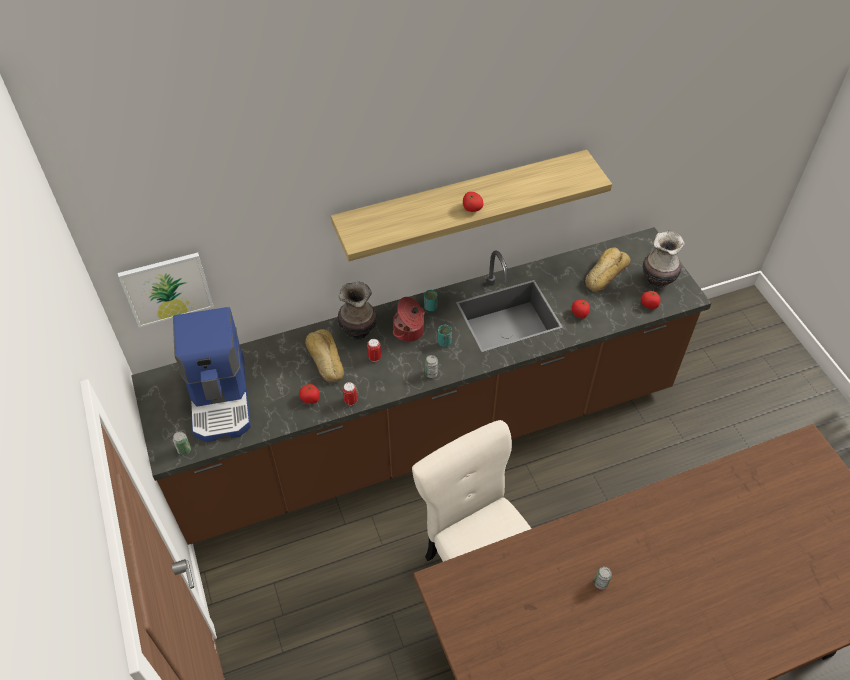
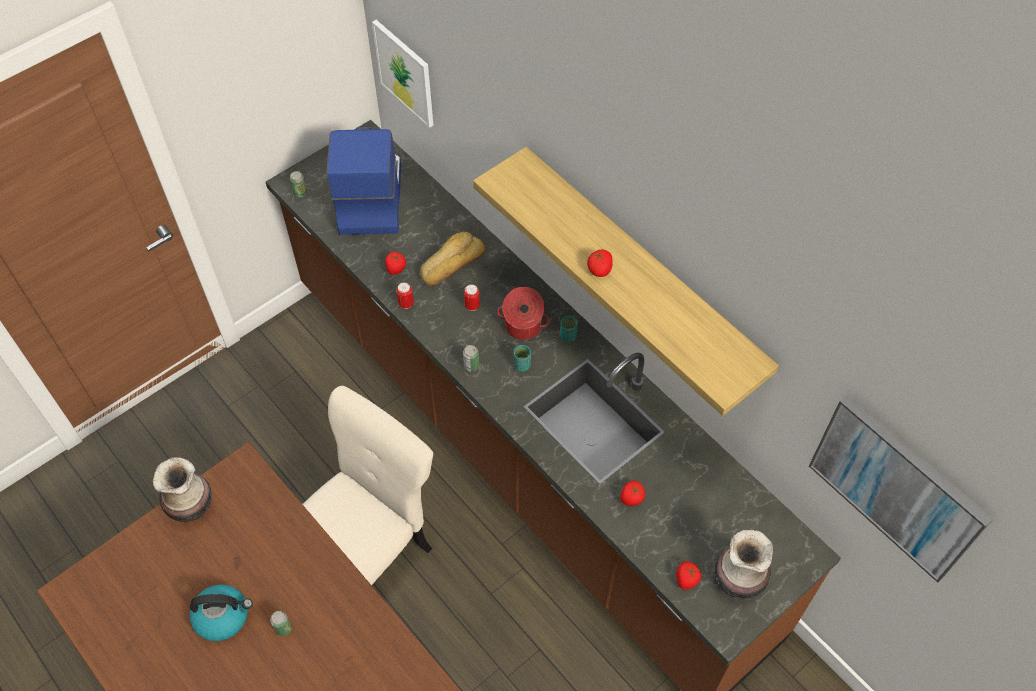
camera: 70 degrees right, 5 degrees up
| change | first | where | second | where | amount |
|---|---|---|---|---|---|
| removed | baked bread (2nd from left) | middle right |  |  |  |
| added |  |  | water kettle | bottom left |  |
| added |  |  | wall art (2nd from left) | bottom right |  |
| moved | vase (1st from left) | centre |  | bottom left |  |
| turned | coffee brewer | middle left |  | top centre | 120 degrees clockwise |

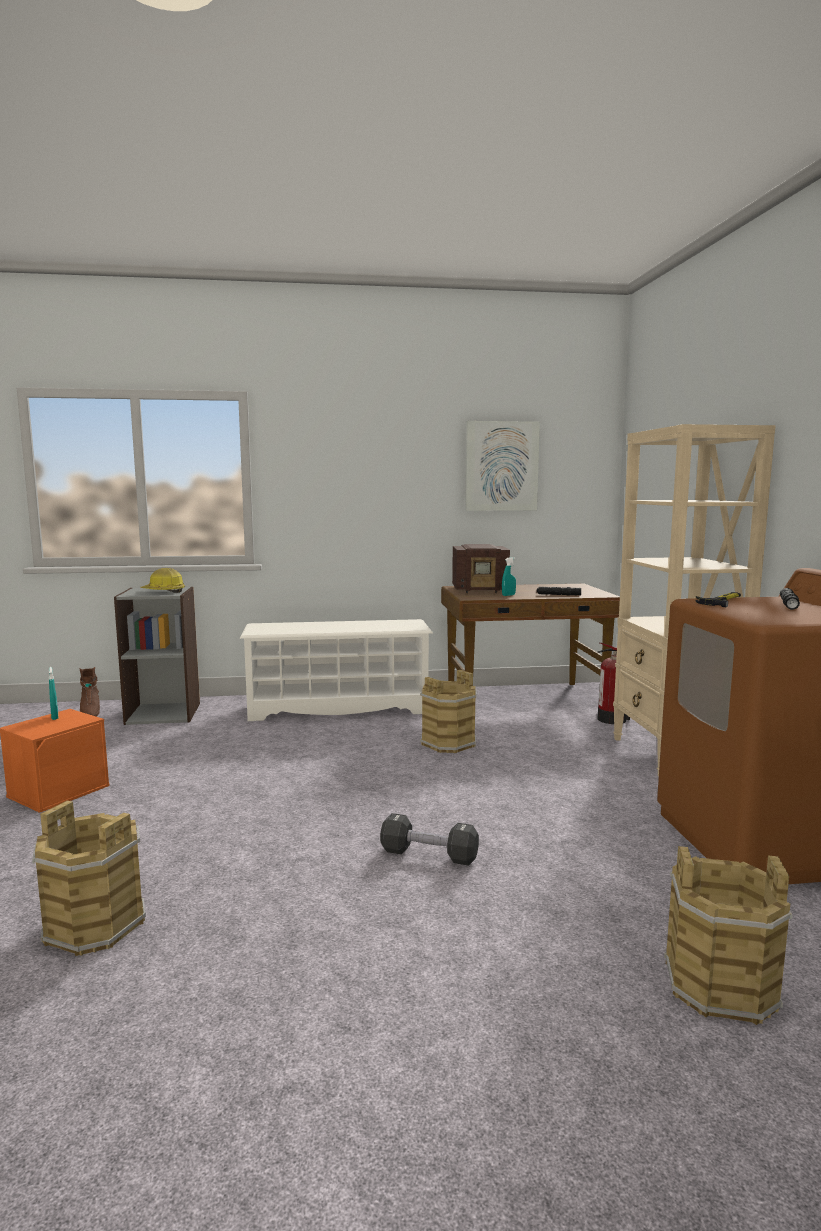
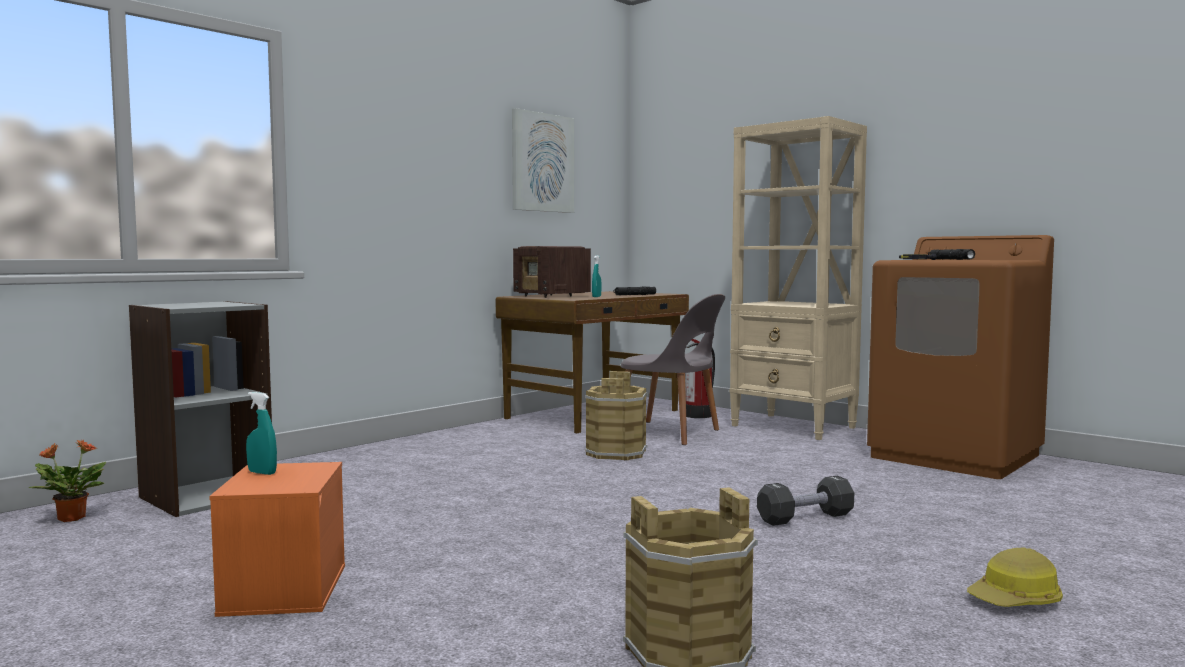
camera: 40 degrees left, 5 degrees down
| change | first | where | second | where | amount |
|---|---|---|---|---|---|
| removed | white shoe rack | centre |  |  |  |
| removed | brown pail (3rd from left) | bottom right |  |  |  |
| added |  |  | gray chair | centre |  |
| moved | safety helmet | middle left |  | bottom right |  |
| replaced | brown high-top boot | middle left | houseplant | bottom left |  |
| turned | radio set | centre |  | centre | 90 degrees clockwise |

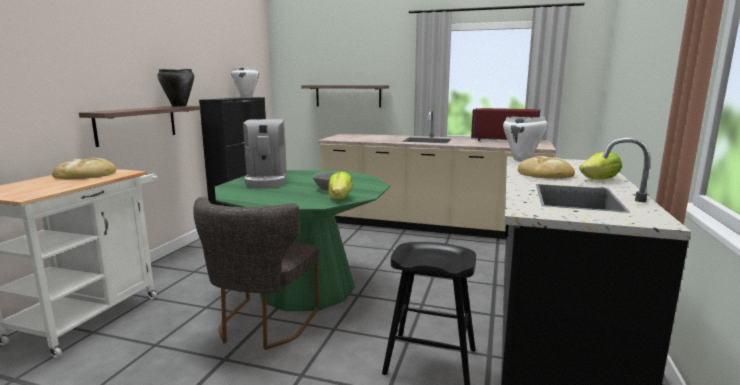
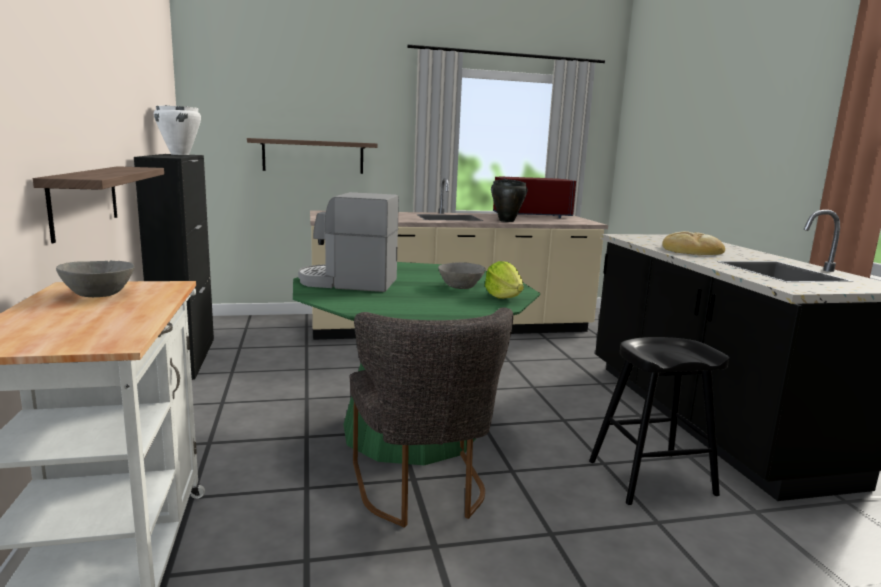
camera: 30 degrees left, 0 degrees up
| change | first | where | second | where | amount |
|---|---|---|---|---|---|
| removed | white saucepot (2nd from left) | middle right |  |  |  |
| removed | head of lettuce (2nd from left) | middle right |  |  |  |
| moved | black-coloured saucepot | top left |  | centre |  |
| replaced | baked bread (1st from left) | middle left | gray deep dish (1st from left) | middle left |  |
| turned | coffee brewer | centre |  | centre | 135 degrees clockwise |

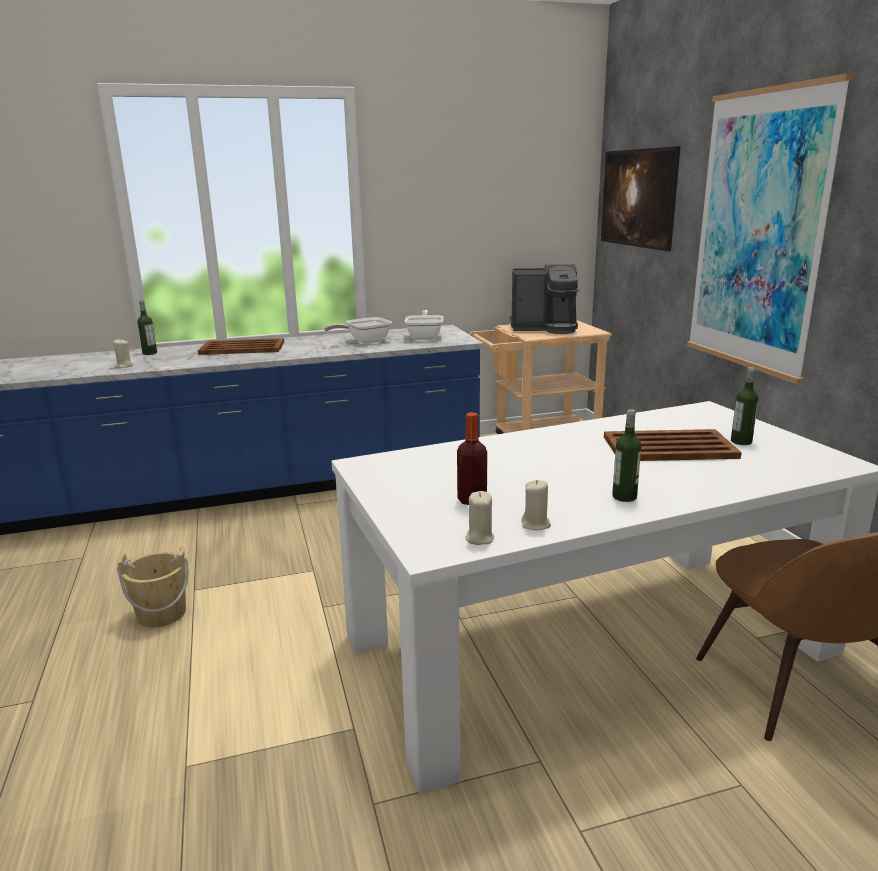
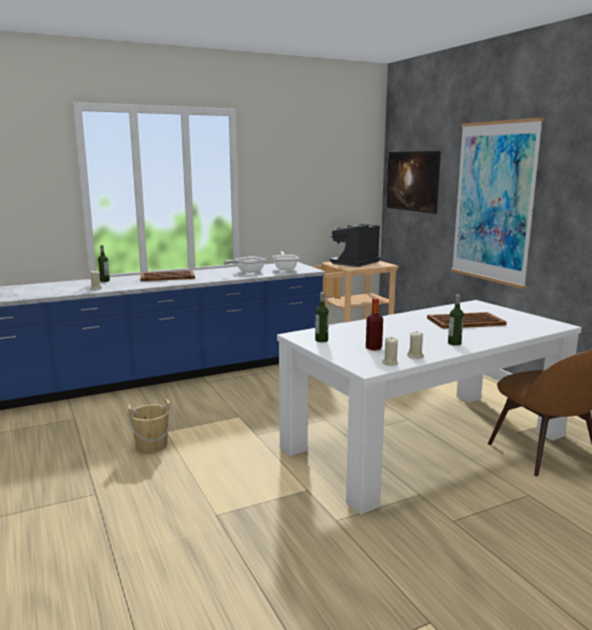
camera: 10 degrees left, 5 degrees down
| change | first | where | second | where | amount |
|---|---|---|---|---|---|
| moved | drink bottle (4th from left in the first image) | middle right | drink bottle (2nd from left) | centre |  |
| turned | coffee brewer | centre |  | centre | 135 degrees clockwise |

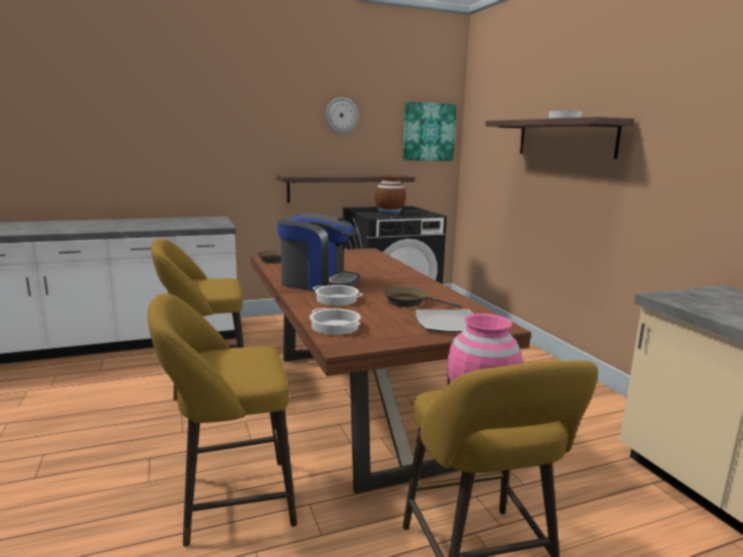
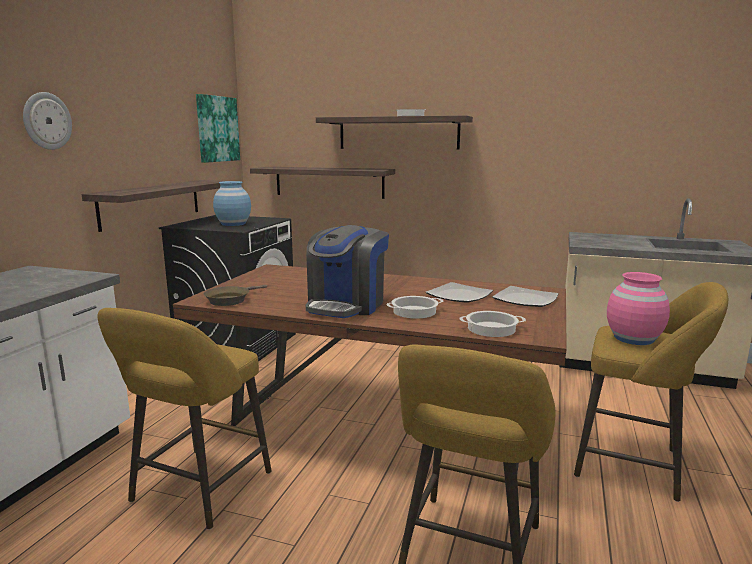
camera: 50 degrees left, 0 degrees up
| change | first | where | second | where | amount |
|---|---|---|---|---|---|
| added |  |  | bracket shelf (2nd from left) | top centre |  |
| moved | wall clock | top centre |  | top left |  |
| replaced | brown pan (2nd from left) | centre | flat dish (1st from left) | centre |  |
| recoloured | brown vase | centre | blue-coloured vase | middle left |  |
| turned | coffee brewer | centre |  | centre | 150 degrees clockwise |

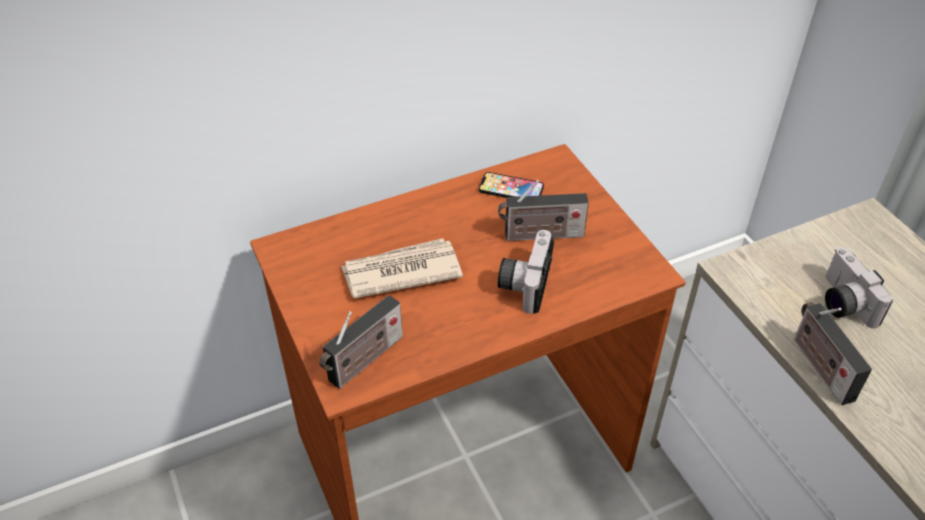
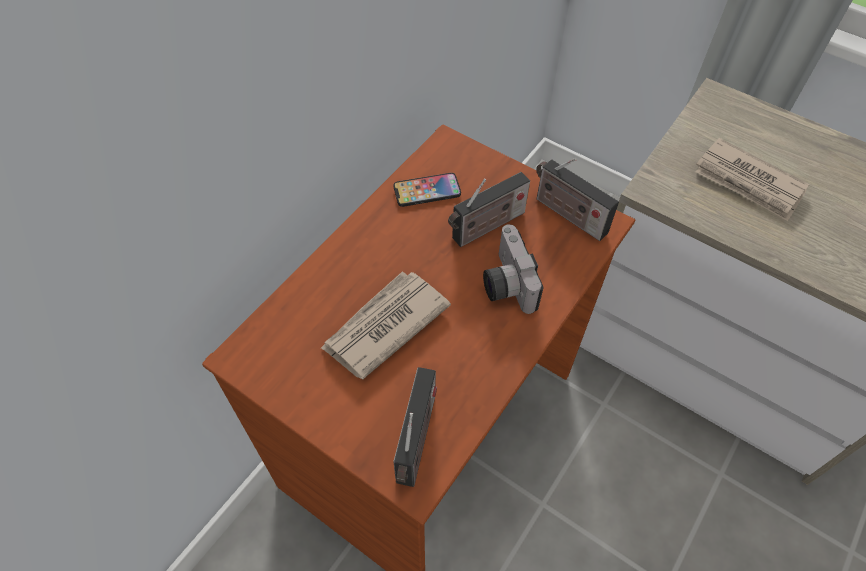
camera: 30 degrees left, 10 degrees up
| change | first | where | second | where | amount |
|---|---|---|---|---|---|
| moved | radio set (3rd from left) | bottom right |  | centre |  |
| replaced | still camera (2nd from left) | middle right | printed paper (2nd from left) | top right |  |

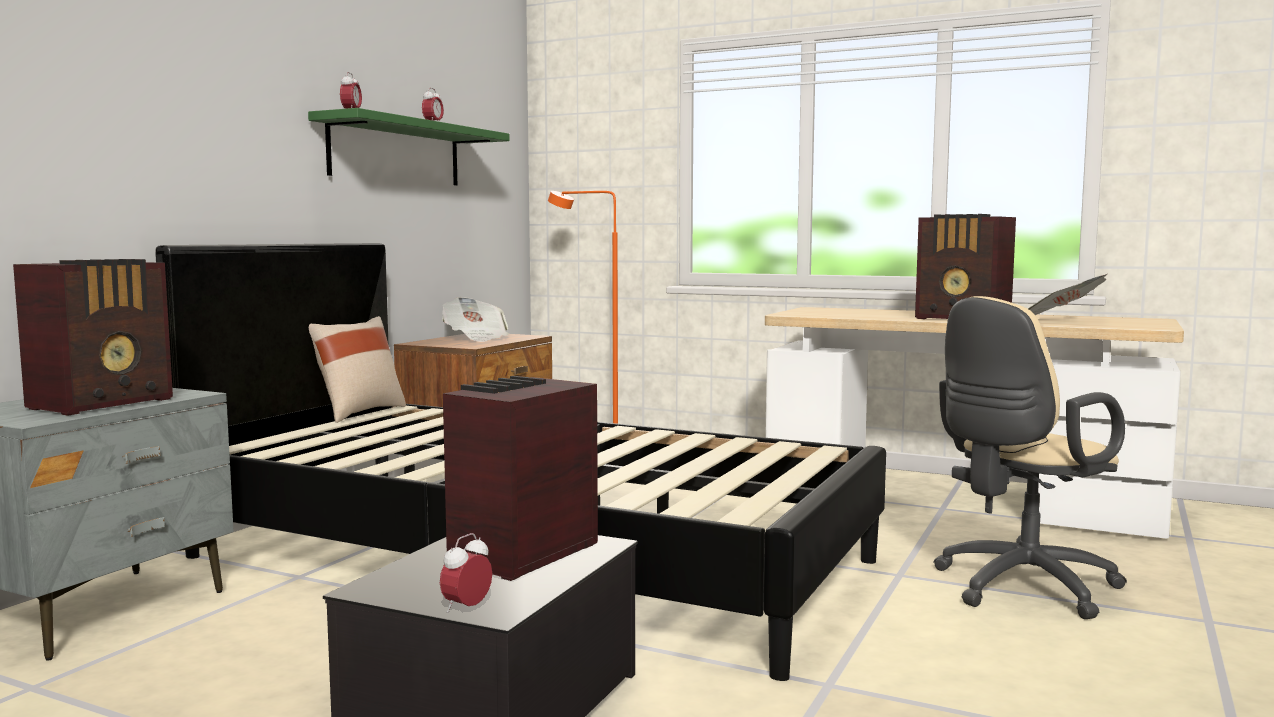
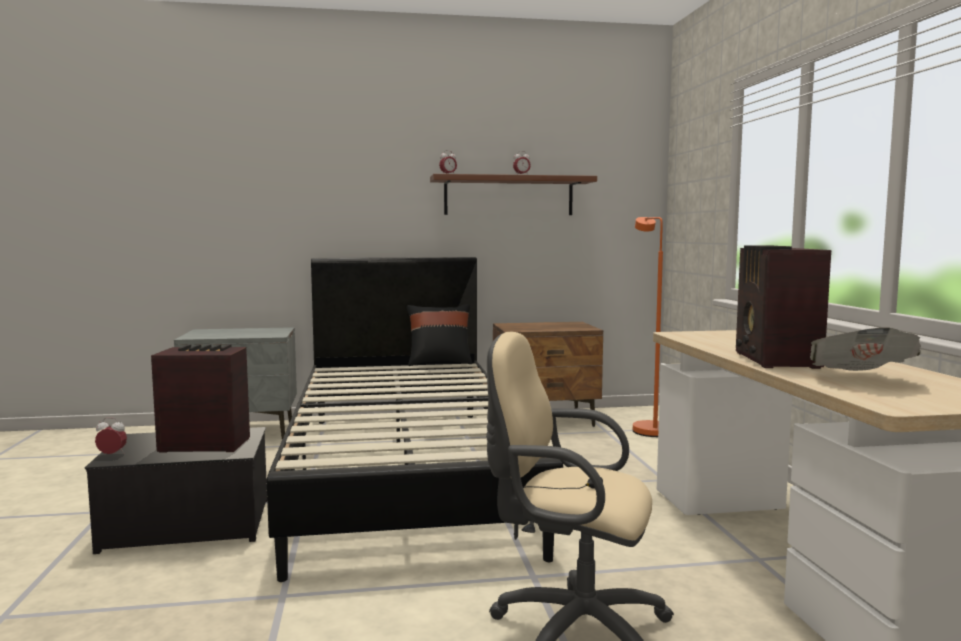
camera: 55 degrees right, 0 degrees up
| change | first | where | second | where | amount |
|---|---|---|---|---|---|
| removed | radio set (1st from left) | middle left |  |  |  |
| removed | printed paper (1st from left) | centre |  |  |  |
| recoloured | greenish bracket shelf | top left | brown bracket shelf | top centre |  |
| recoloured | beige-coloured throw pillow | middle left | black-coloured throw pillow | centre |  |

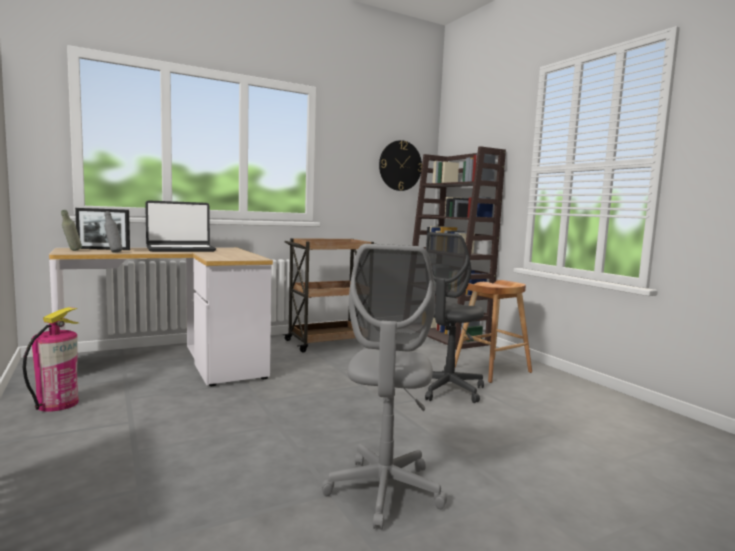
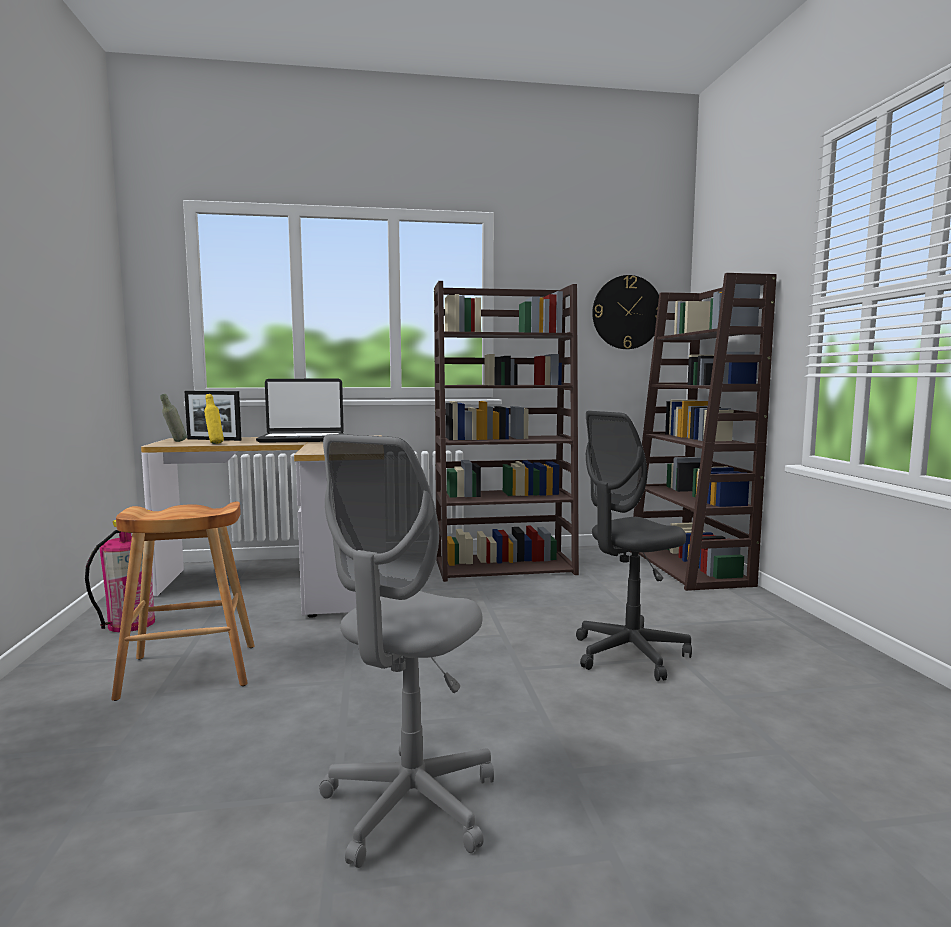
camera: 20 degrees right, 0 degrees up
| change | first | where | second | where | amount |
|---|---|---|---|---|---|
| moved | brown stool seat | middle right |  | middle left |  |
| replaced | brown wheeled cart | centre | brown bookshelf (1st from left) | centre |  |
| recoloured | gray drink bottle (2nd from left) | middle left | yellow-coloured drink bottle | middle left |  |

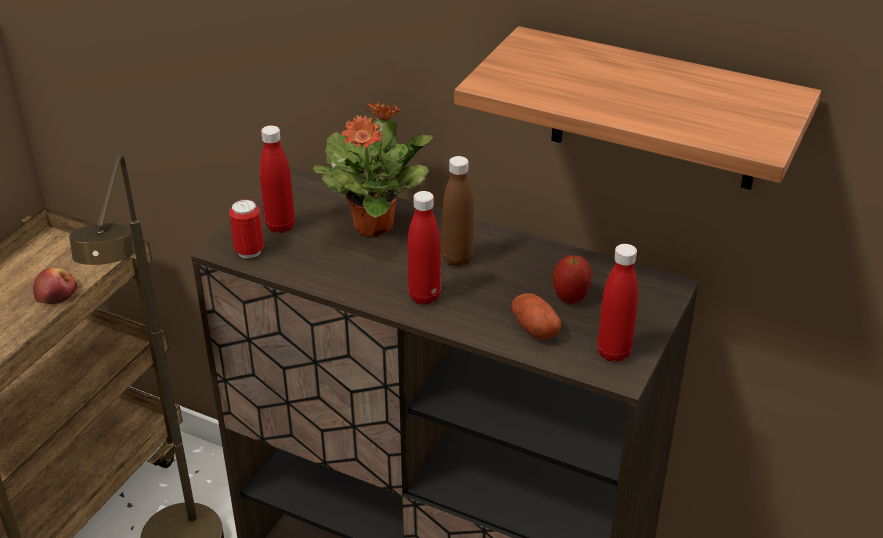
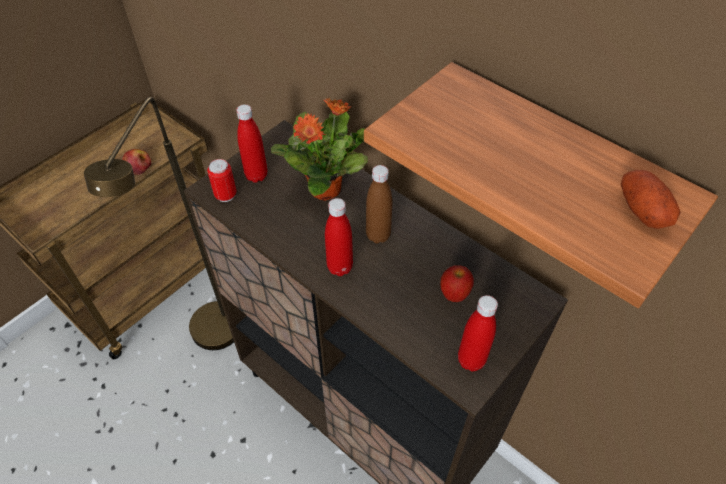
camera: 15 degrees right, 15 degrees up
| change | first | where | second | where | amount |
|---|---|---|---|---|---|
| moved | spud | centre |  | middle right |  |

